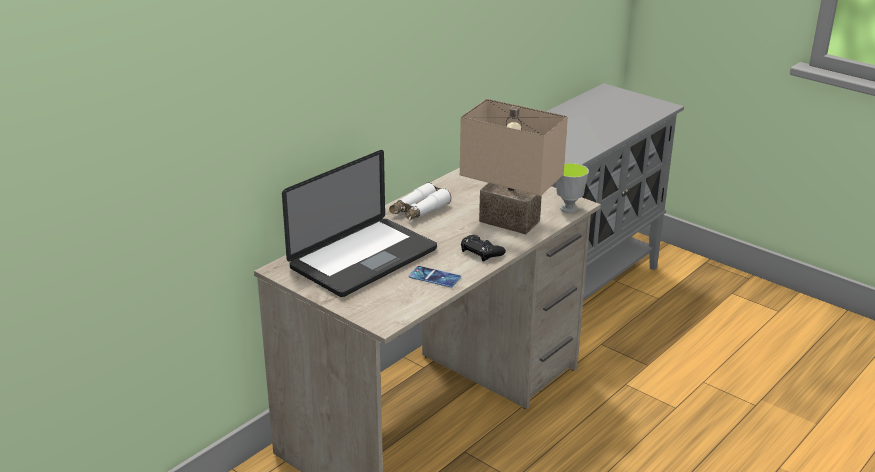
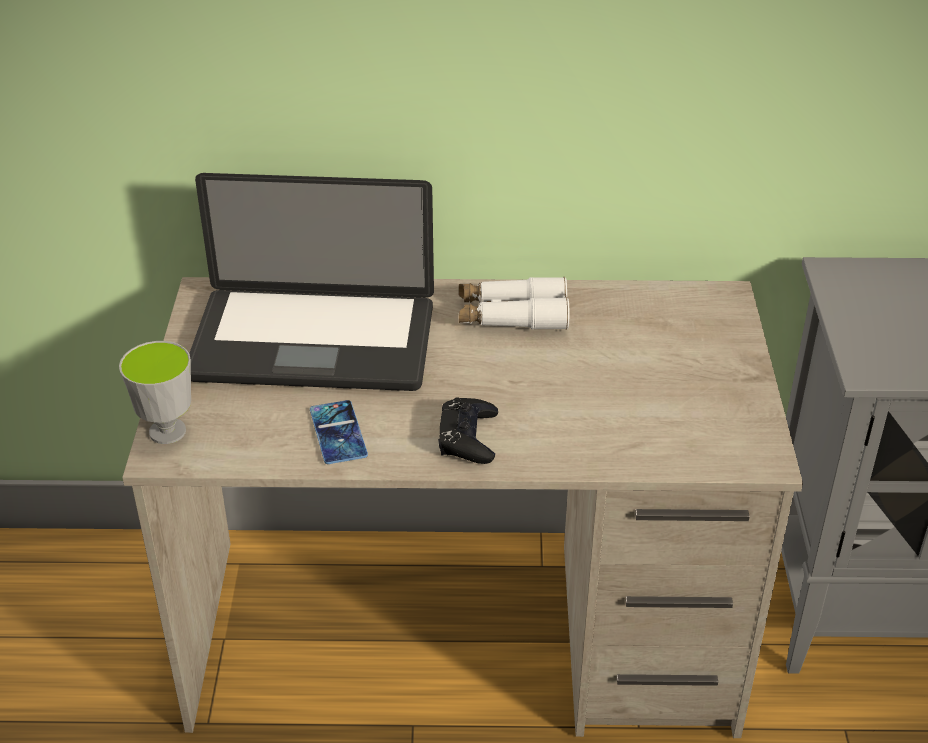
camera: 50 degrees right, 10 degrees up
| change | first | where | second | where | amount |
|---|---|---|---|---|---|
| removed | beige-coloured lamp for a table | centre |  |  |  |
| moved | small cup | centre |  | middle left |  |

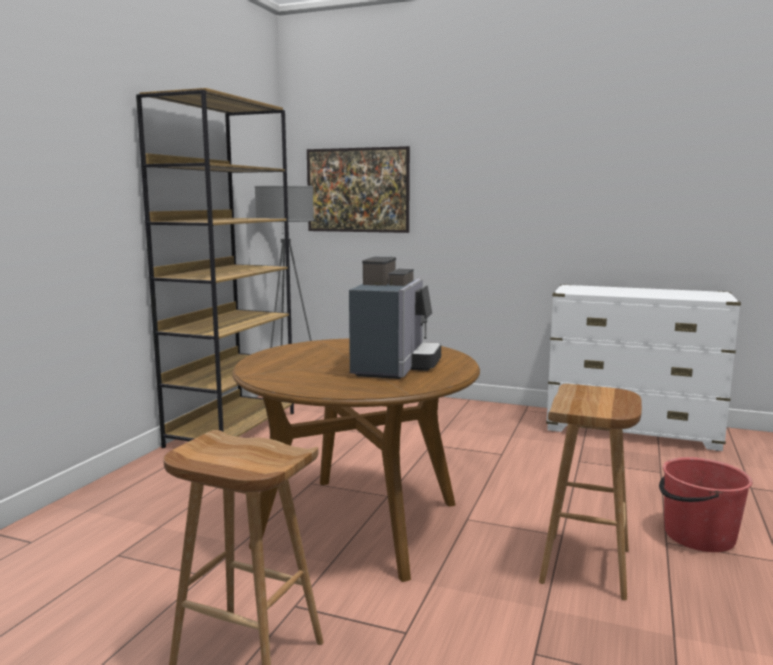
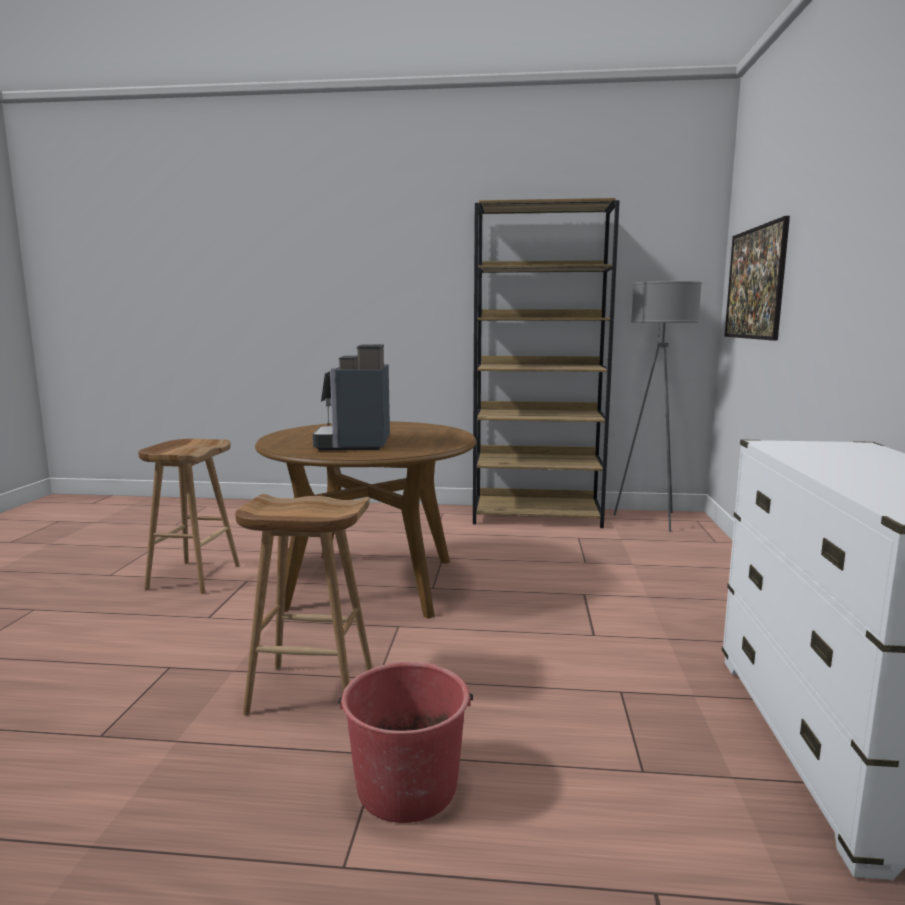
camera: 75 degrees right, 0 degrees up
| change | first | where | second | where | amount |
|---|---|---|---|---|---|
| turned | coffee brewer | centre |  | centre | 90 degrees clockwise |

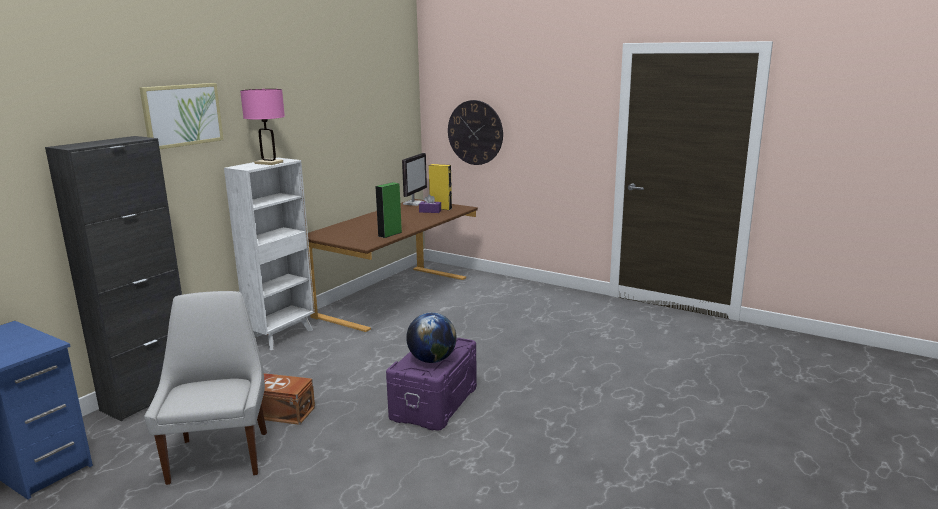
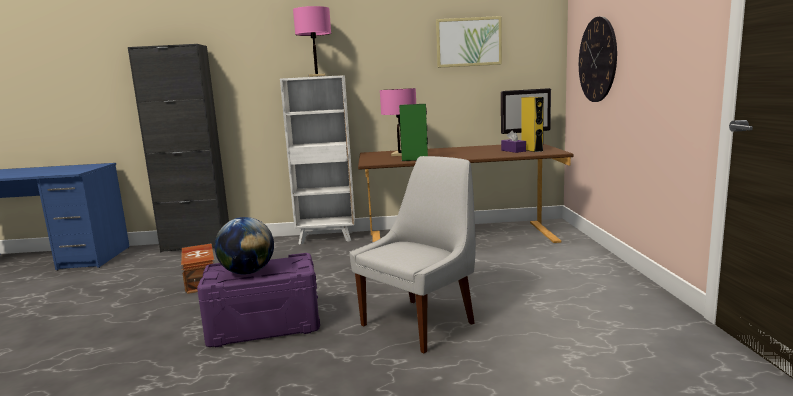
camera: 55 degrees right, 5 degrees down
| change | first | where | second | where | amount |
|---|---|---|---|---|---|
| added |  |  | pink-coloured lamp for a table (2nd from left) | top centre |  |
| moved | wall art | top left |  | top centre |  |
| moved | white chair | bottom left |  | centre |  |

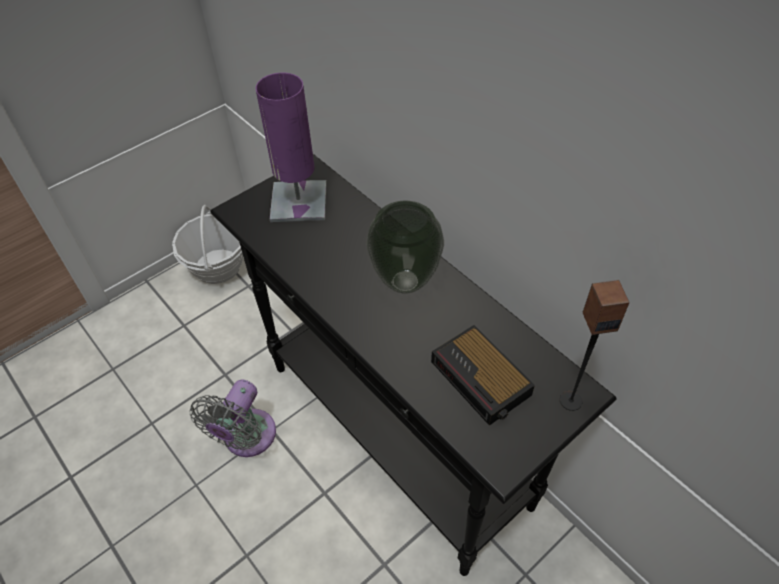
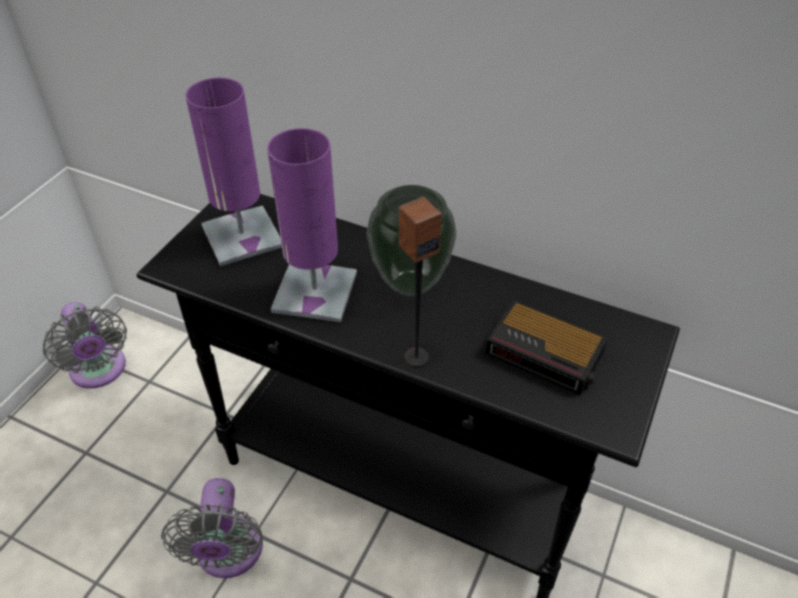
camera: 25 degrees left, 5 degrees down
| change | first | where | second | where | amount |
|---|---|---|---|---|---|
| added |  |  | purple-coloured lamp for a table (2nd from left) | centre |  |
| moved | audio speaker | middle right |  | centre |  |
| replaced | household basket | middle left | gray cooling fan (1st from left) | middle left |  |

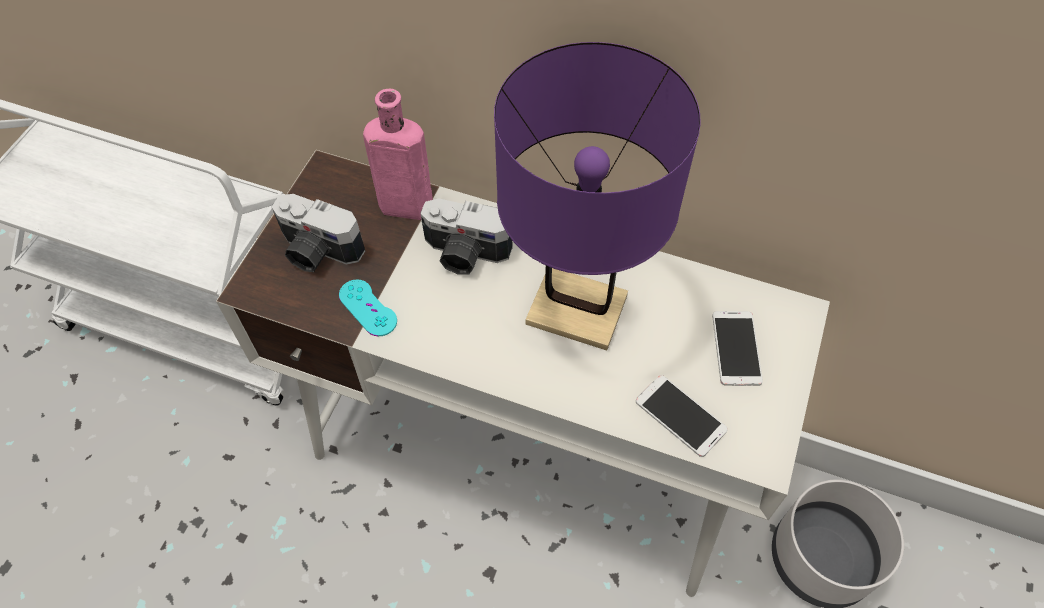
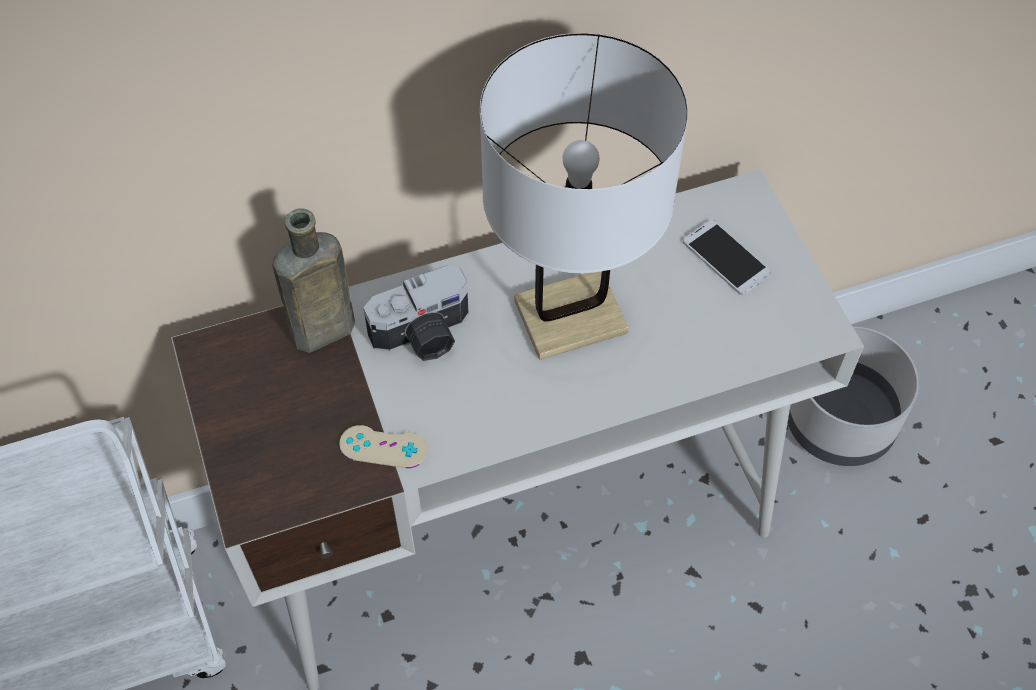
camera: 40 degrees left, 0 degrees up
| change | first | where | second | where | amount |
|---|---|---|---|---|---|
| removed | still camera (1st from left) | middle left |  |  |  |
| removed | telephone (1st from left) | bottom centre |  |  |  |
| recoloured | blue-green gamepad | centre | beige-coloured gamepad | centre |  |
| recoloured | pink-coloured drink bottle | top centre | brown drink bottle | middle left |  |
| recoloured | purple-coloured lamp for a table | top centre | white lamp for a table | top centre |  |

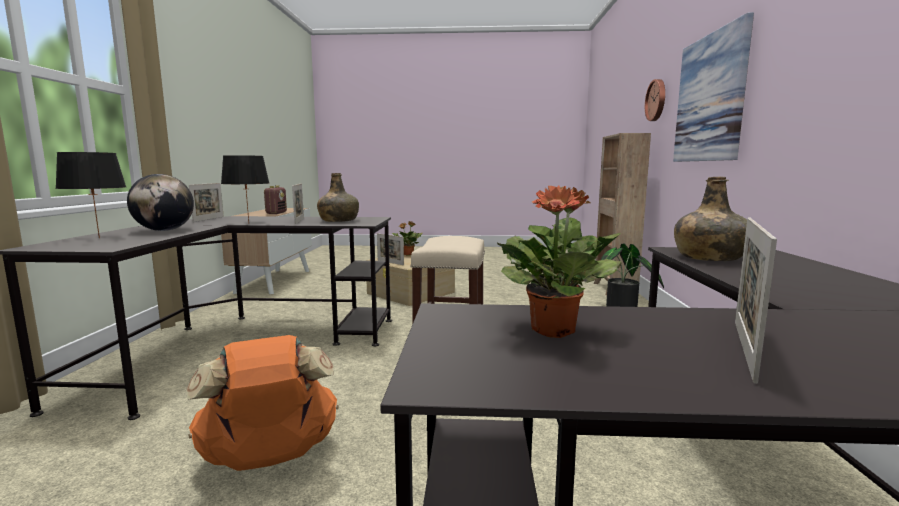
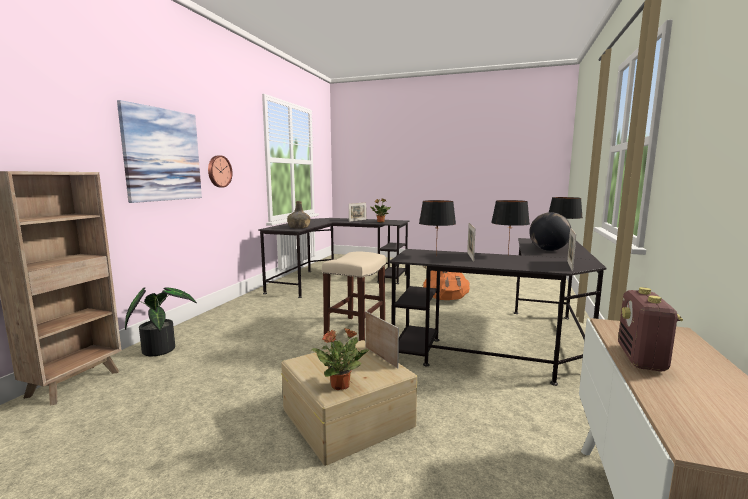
camera: 165 degrees left, 0 degrees up
| change | first | where | second | where | amount |
|---|---|---|---|---|---|
| moved | wall clock | top right |  | middle left |  |
| replaced | greenish drink bottle (1st from left) | centre | black-coloured lamp for a table (1st from left) | centre |  |

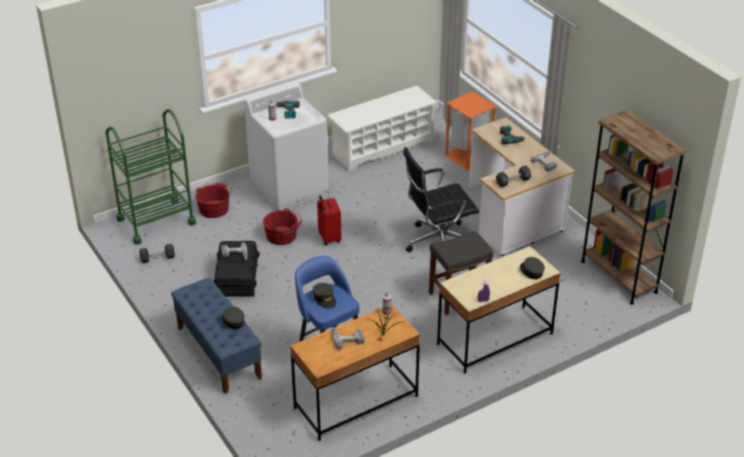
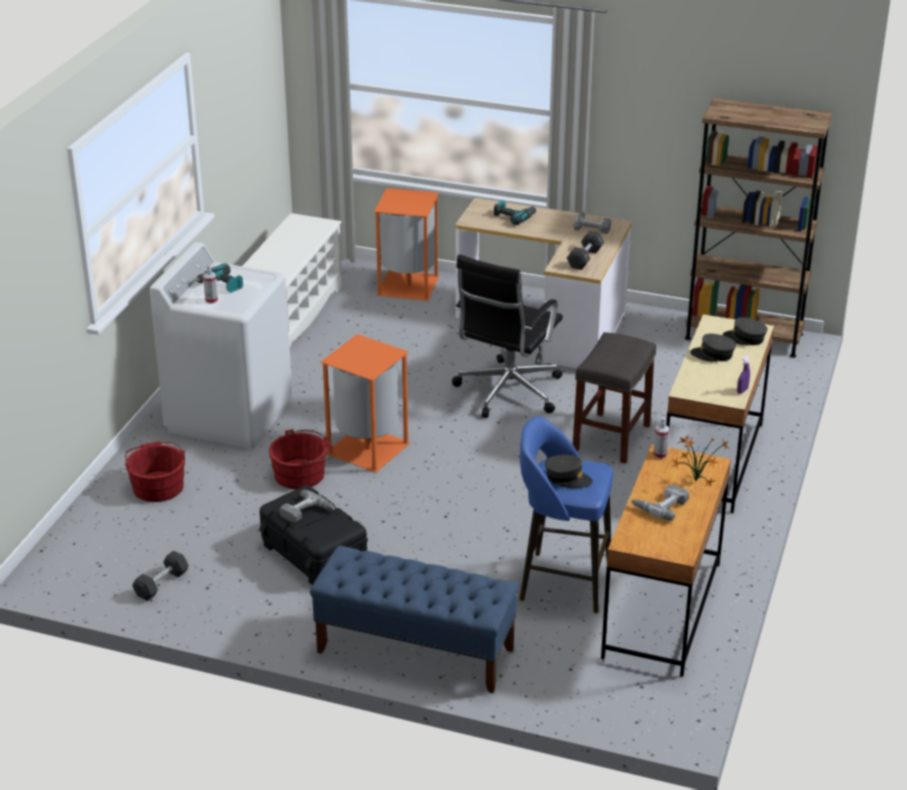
camera: 40 degrees left, 5 degrees down
| change | first | where | second | where | amount |
|---|---|---|---|---|---|
| removed | greenish wheeled cart | middle left |  |  |  |
| moved | gray peaked cap (1st from left in the first image) | bottom left | gray peaked cap (2nd from left) | middle right |  |
| replaced | reddish suitcase | centre | orange-coloured rubbish bin (1st from left) | centre |  |

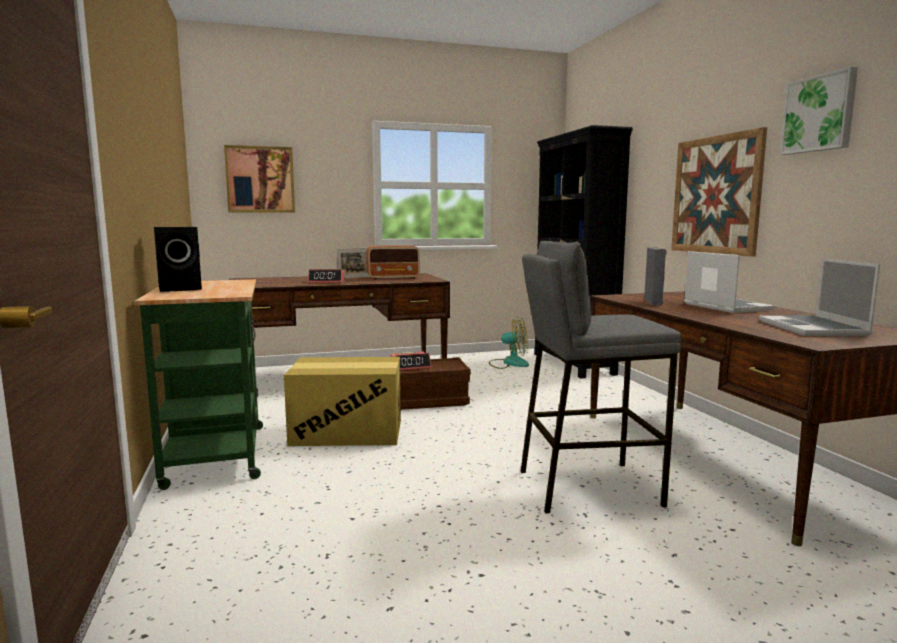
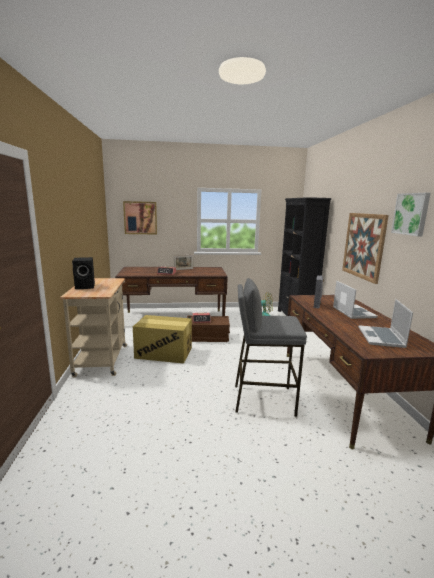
camera: 10 degrees right, 5 degrees up
| change | first | where | second | where | amount |
|---|---|---|---|---|---|
| removed | radio set | centre |  |  |  |
| recoloured | greenish wheeled cart | middle left | beige-coloured wheeled cart | middle left |  |

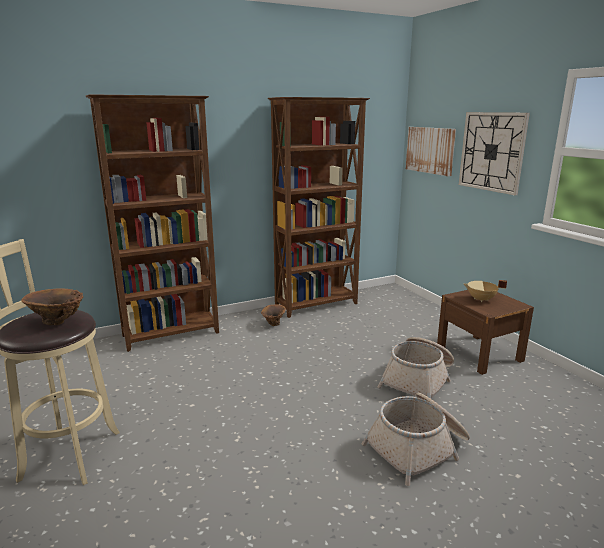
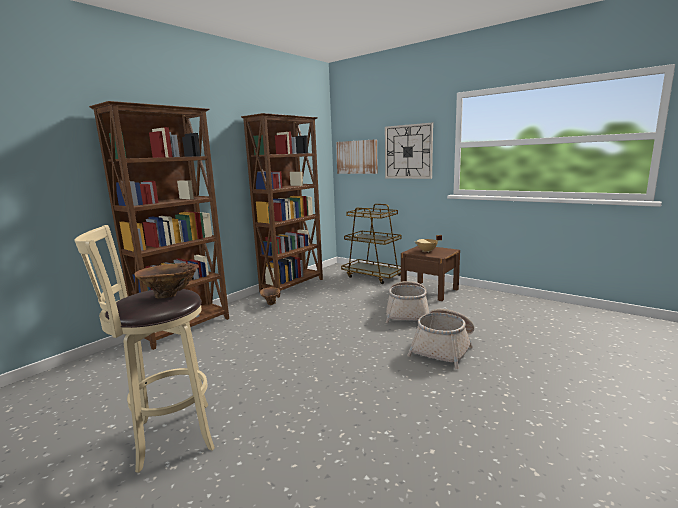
camera: 25 degrees left, 5 degrees down
| change | first | where | second | where | amount |
|---|---|---|---|---|---|
| added |  |  | brown wheeled cart | centre |  |

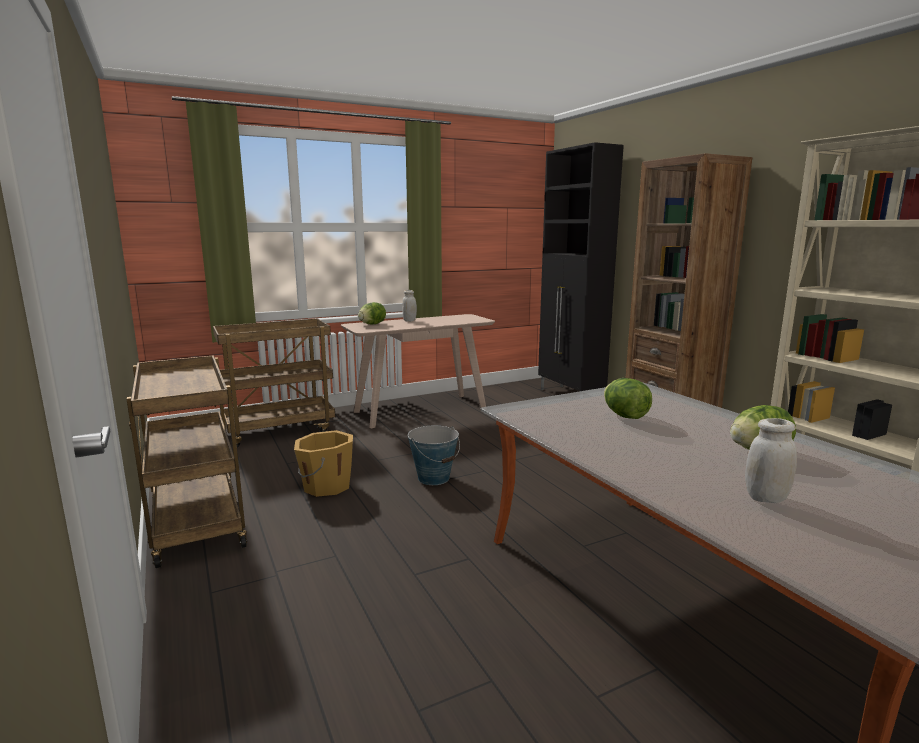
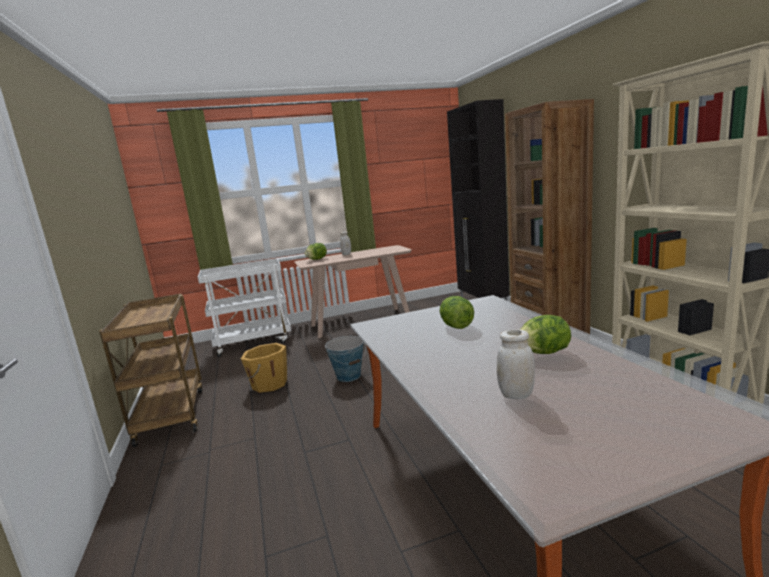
camera: 10 degrees right, 0 degrees up
| change | first | where | second | where | amount |
|---|---|---|---|---|---|
| recoloured | brown wheeled cart (2nd from left) | middle left | white wheeled cart | middle left |  |

